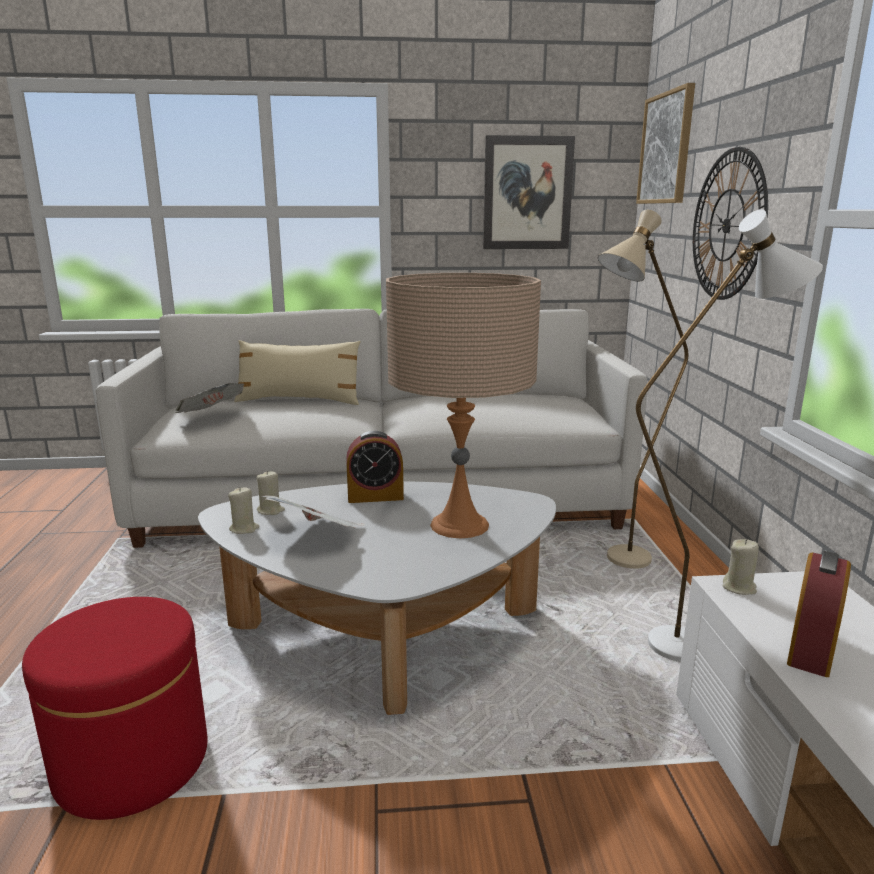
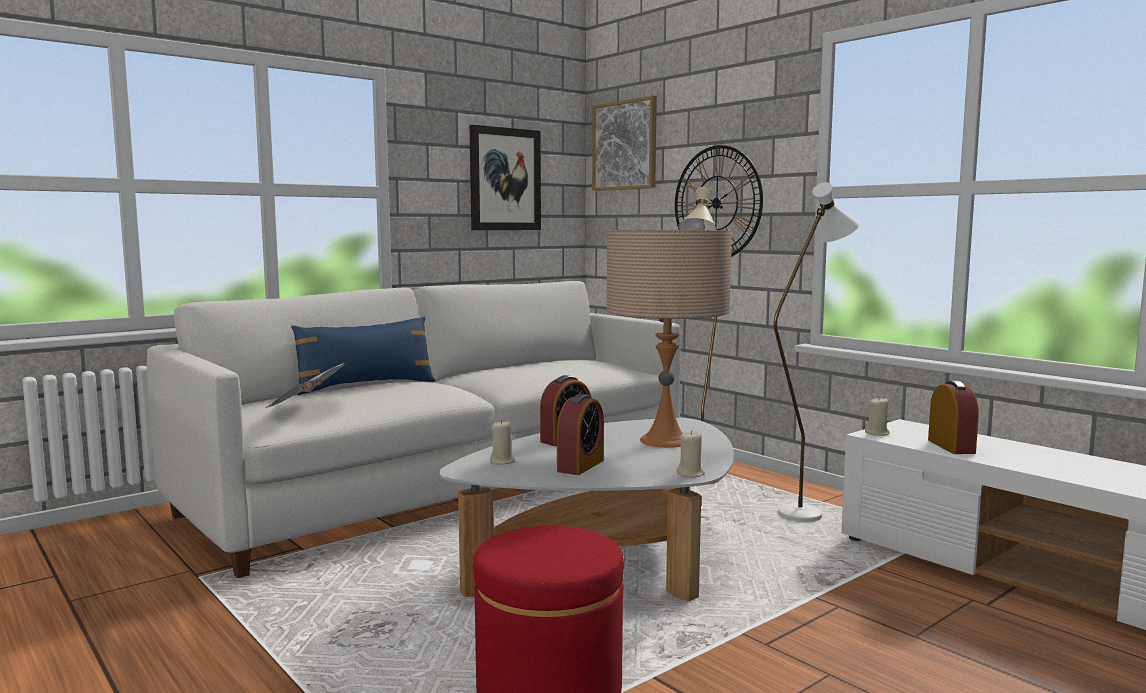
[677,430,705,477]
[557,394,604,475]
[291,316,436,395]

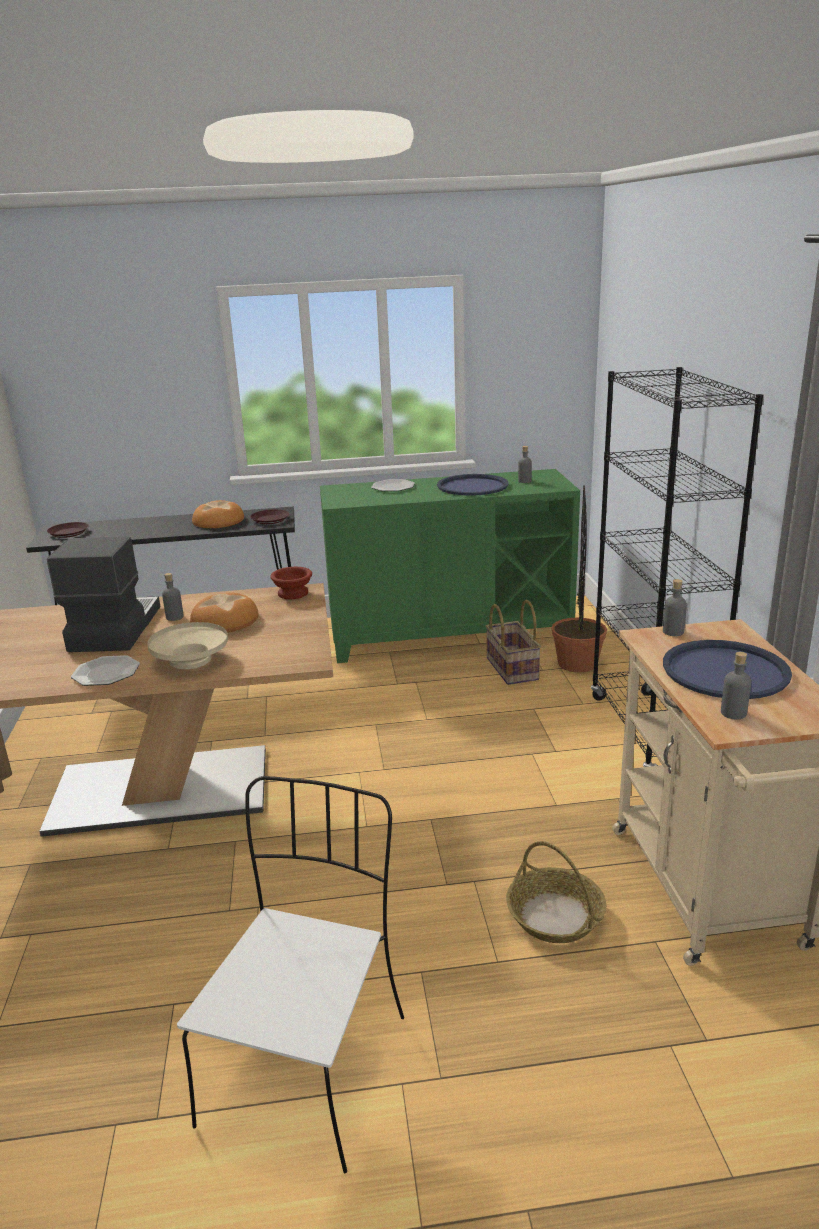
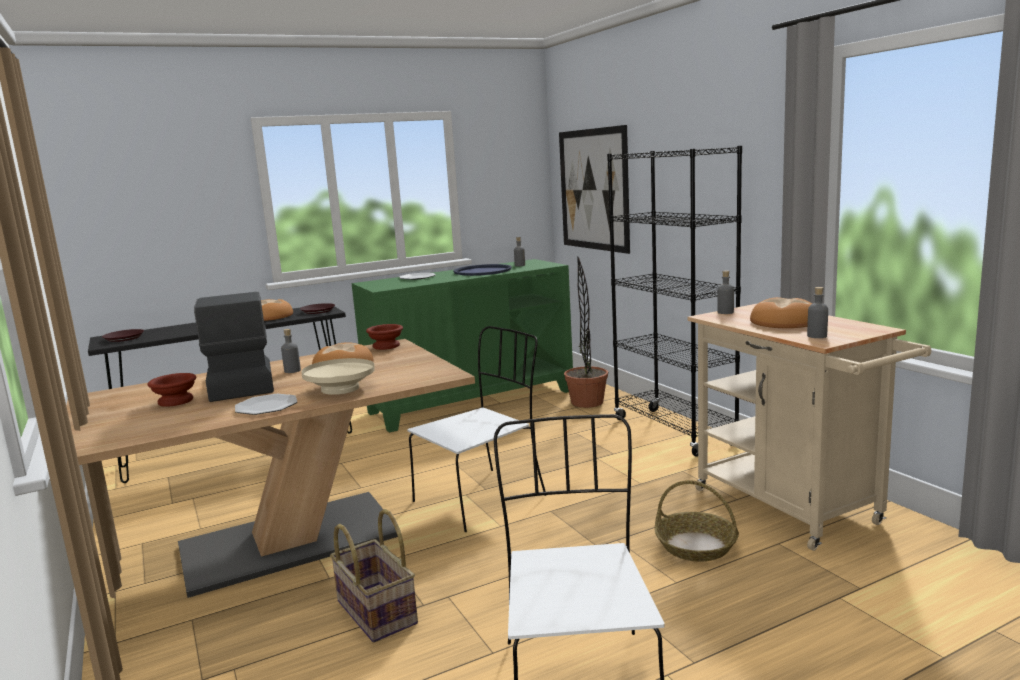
[147,373,196,407]
[407,326,546,532]
[559,125,630,254]
[330,509,418,643]
[750,297,812,328]

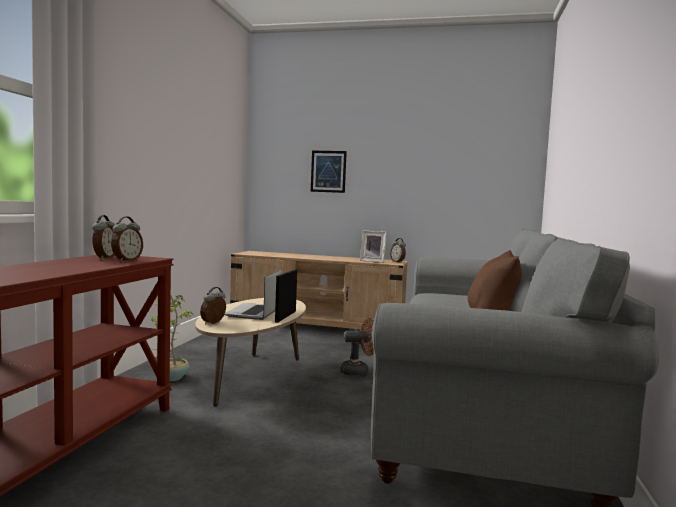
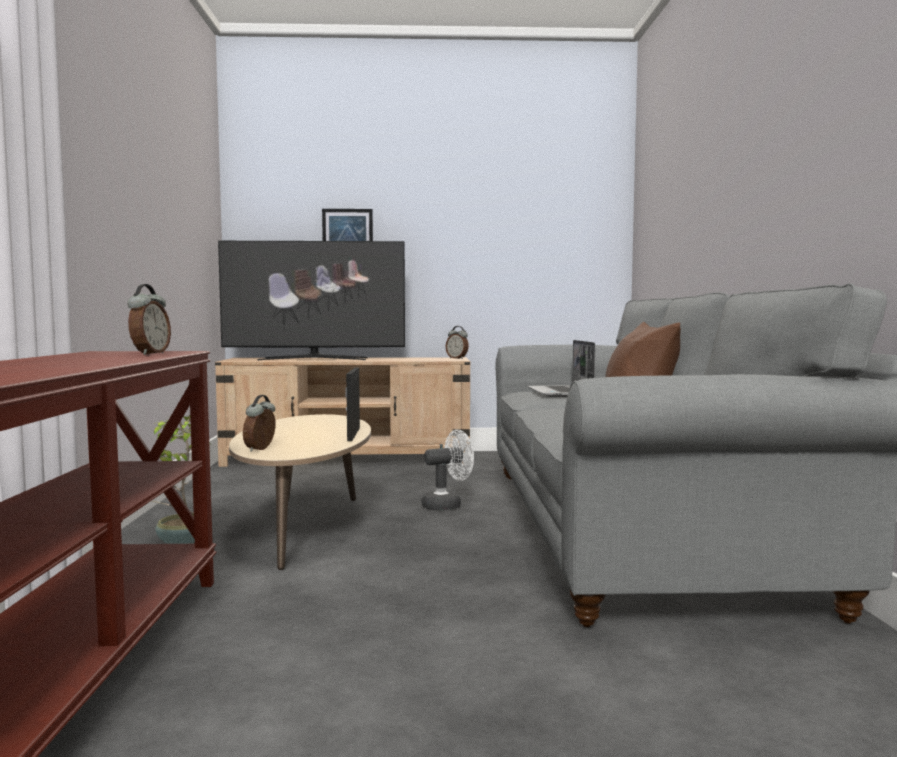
[92,215,115,259] (first image)
[360,230,387,263] (first image)
[218,241,405,360]
[527,340,595,397]
[422,430,474,510]

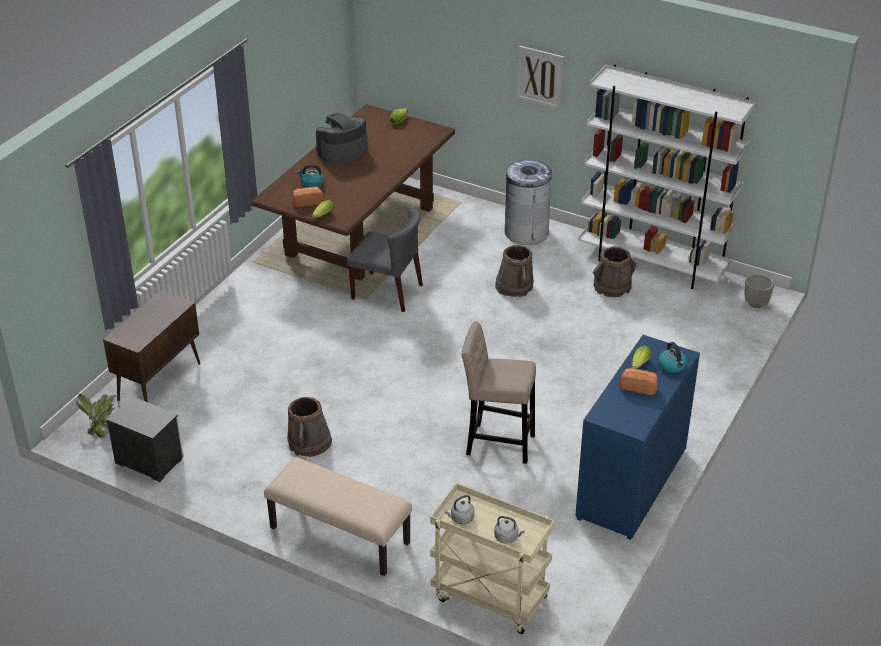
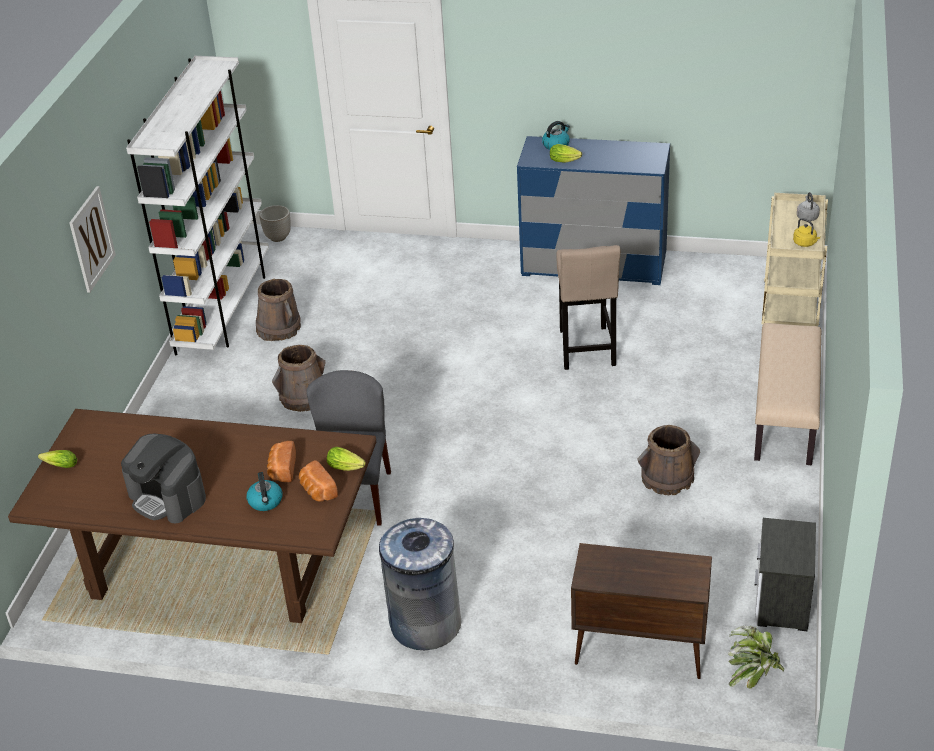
[379,518,461,650]
[267,441,296,482]
[793,218,820,247]

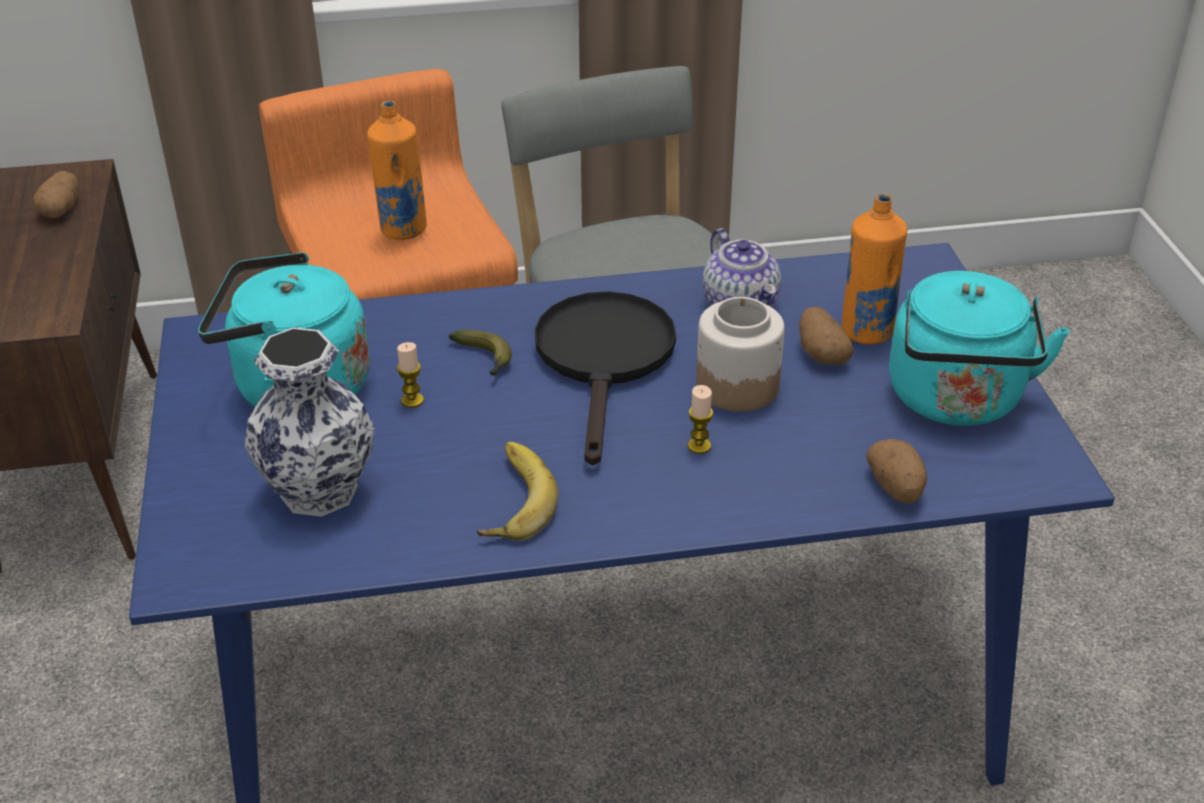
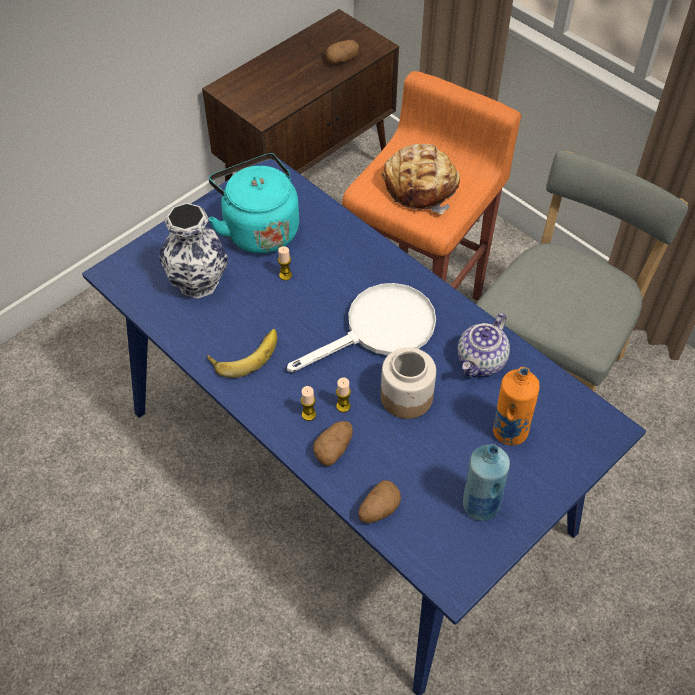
[449,330,512,377] (first image)
[301,386,316,421]
[313,421,353,466]
[382,144,460,215]
[463,444,510,521]
[287,283,436,372]

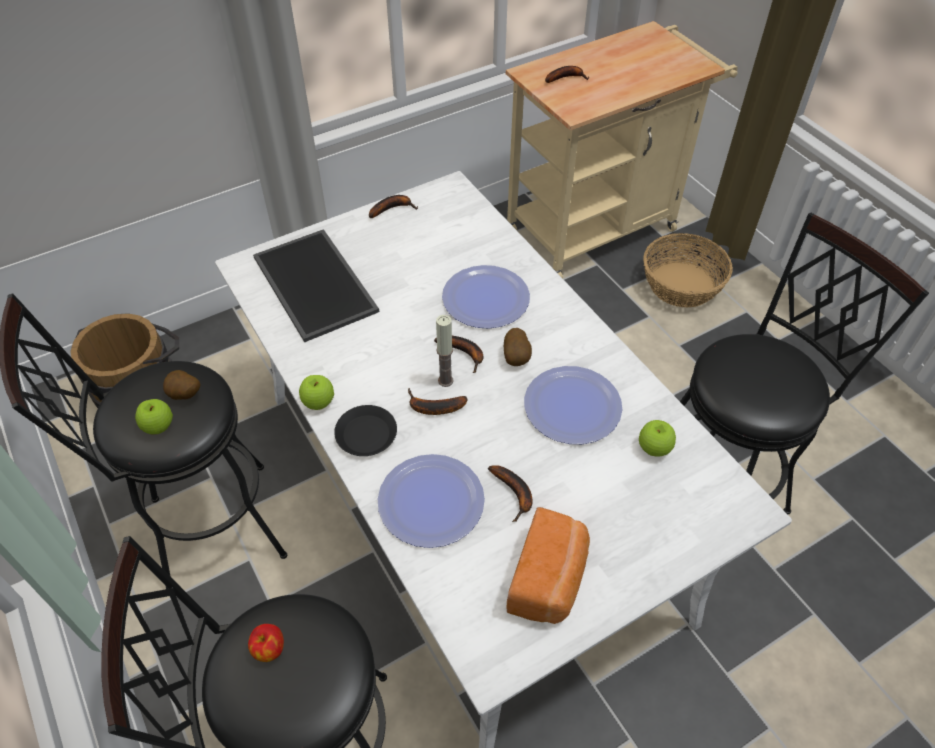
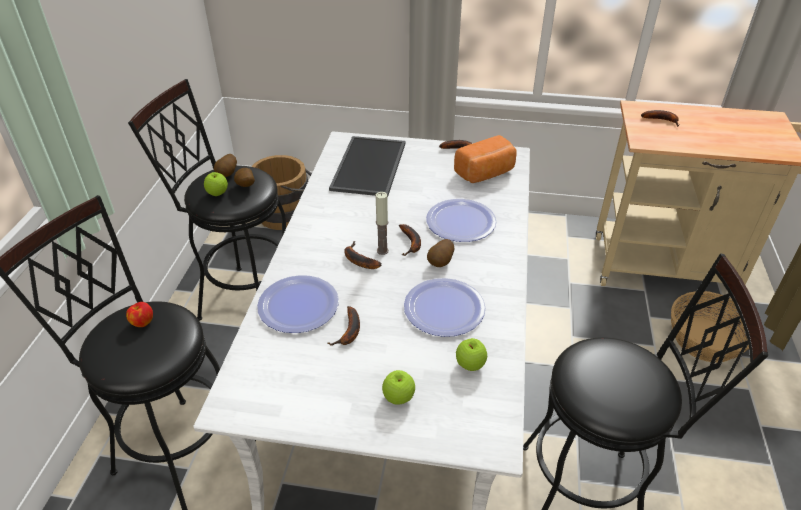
[334,405,397,456] (first image)
[214,154,237,177]
[382,370,415,405]
[454,135,517,183]

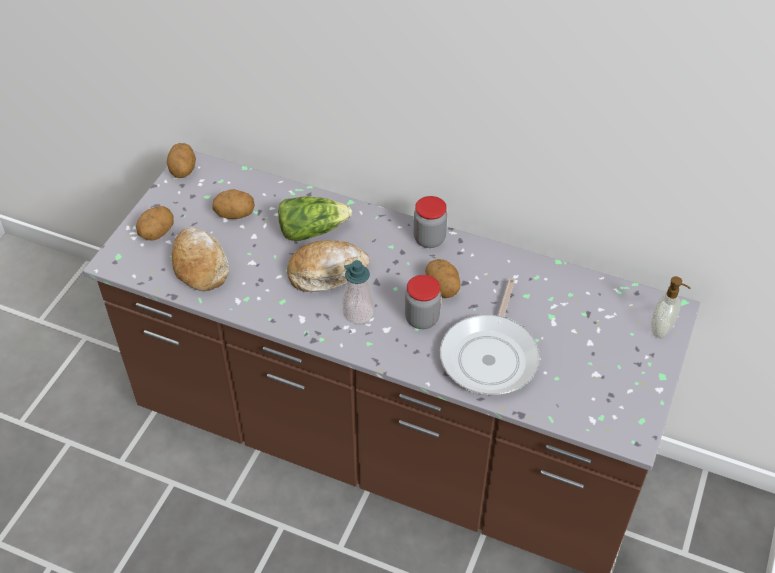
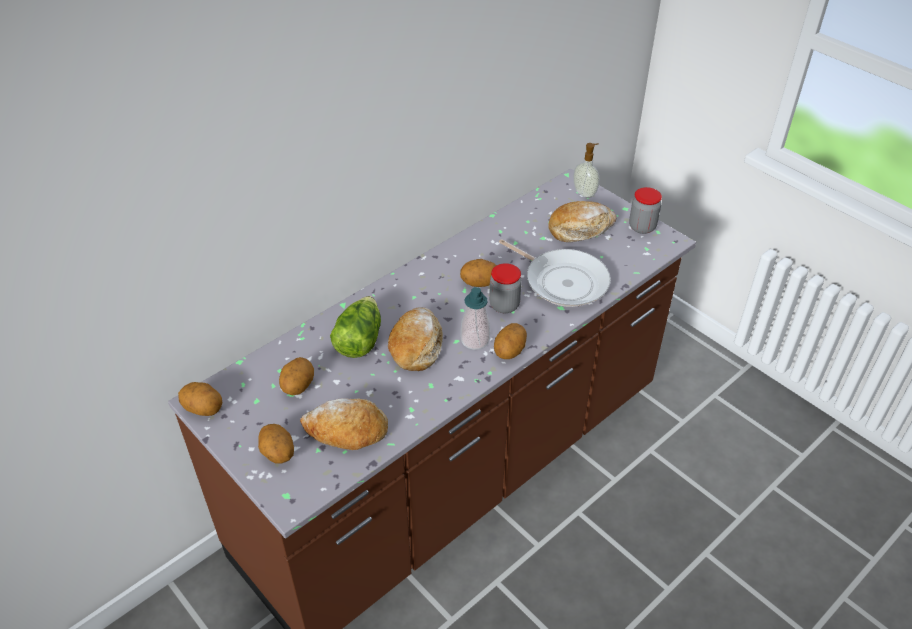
[494,323,527,359]
[548,201,616,242]
[629,187,662,234]

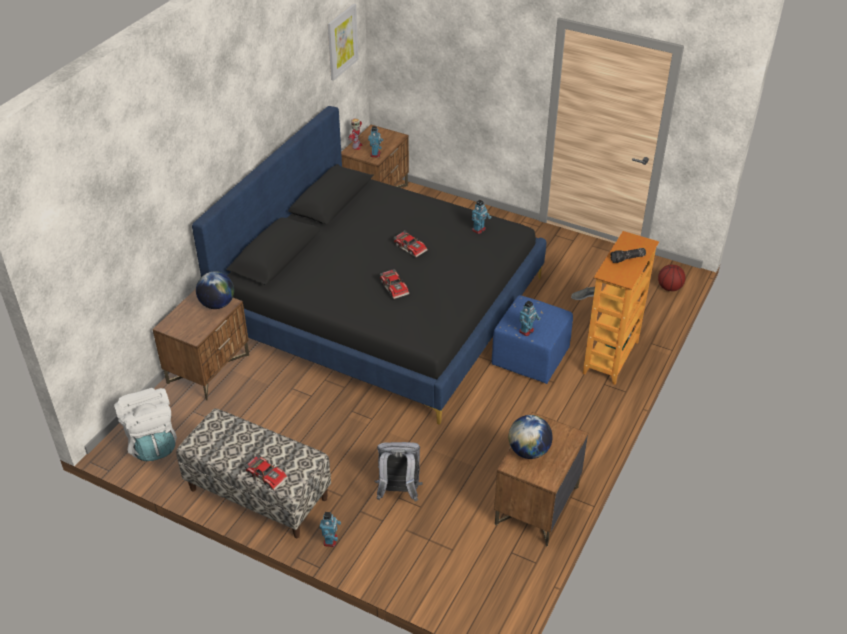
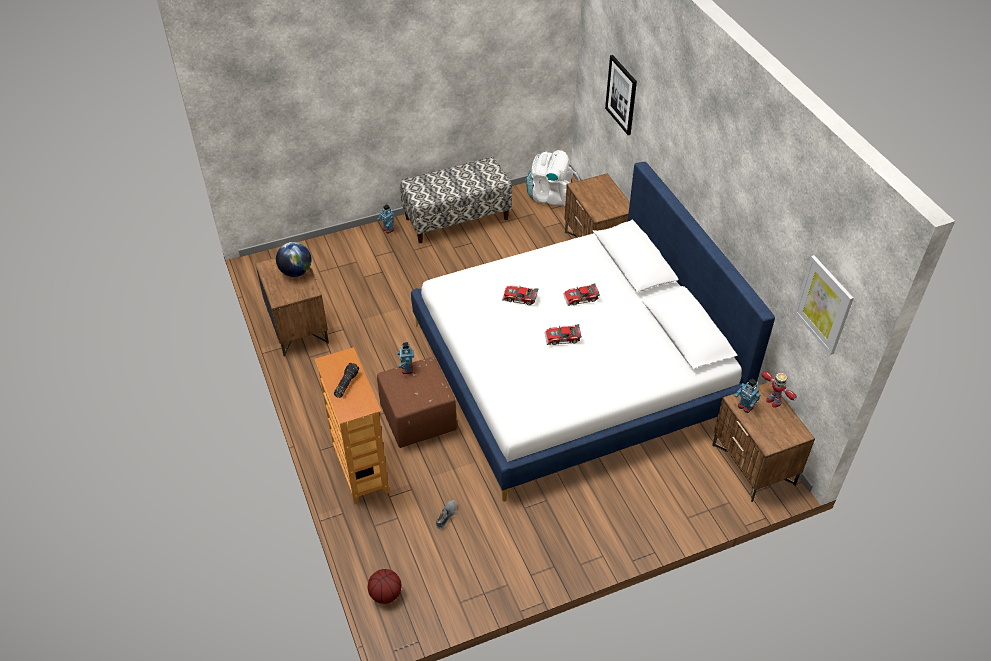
[196,271,234,309] (first image)
[375,442,422,502] (first image)
[472,200,491,234] (first image)
[605,55,637,135]
[563,284,600,306]
[411,162,775,502]
[377,357,457,448]

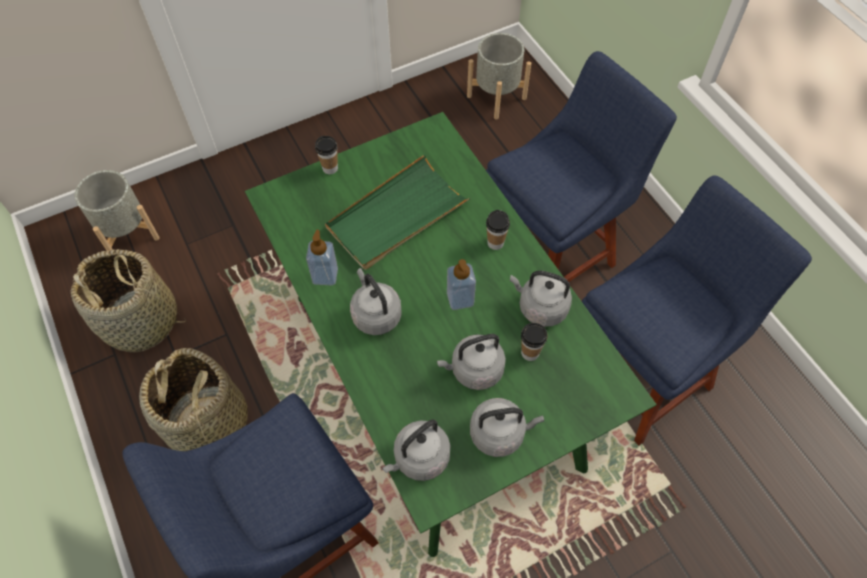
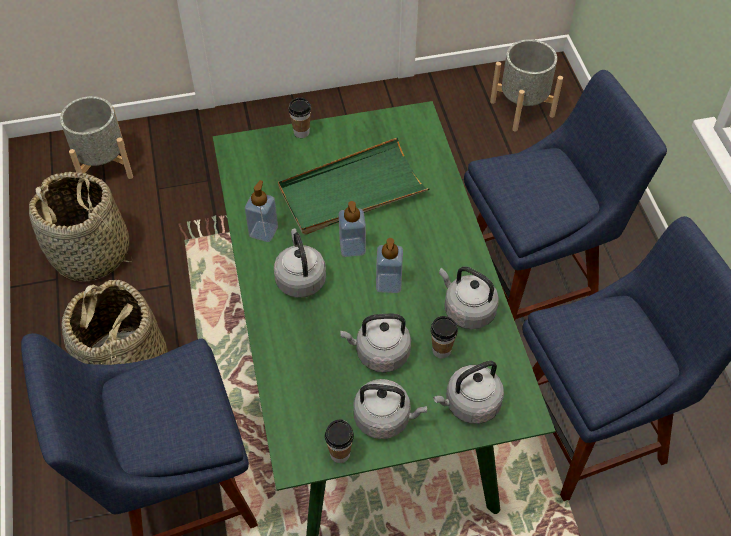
[339,201,366,257]
[433,361,504,424]
[325,419,354,463]

